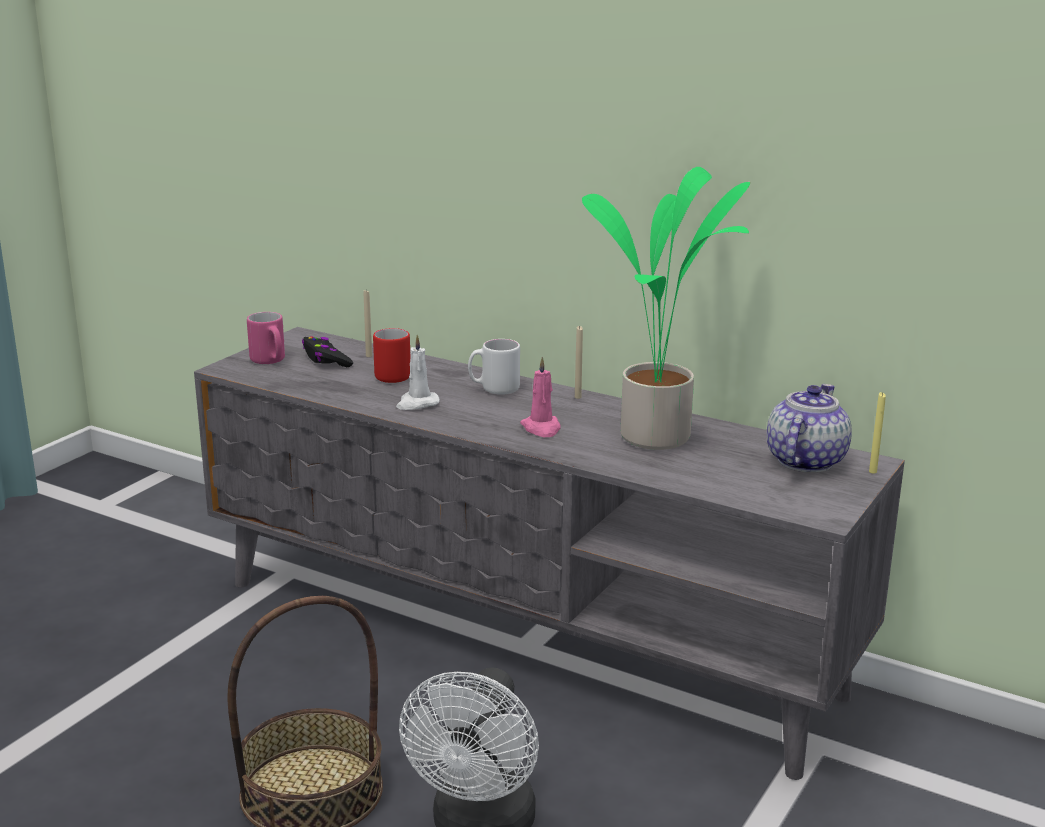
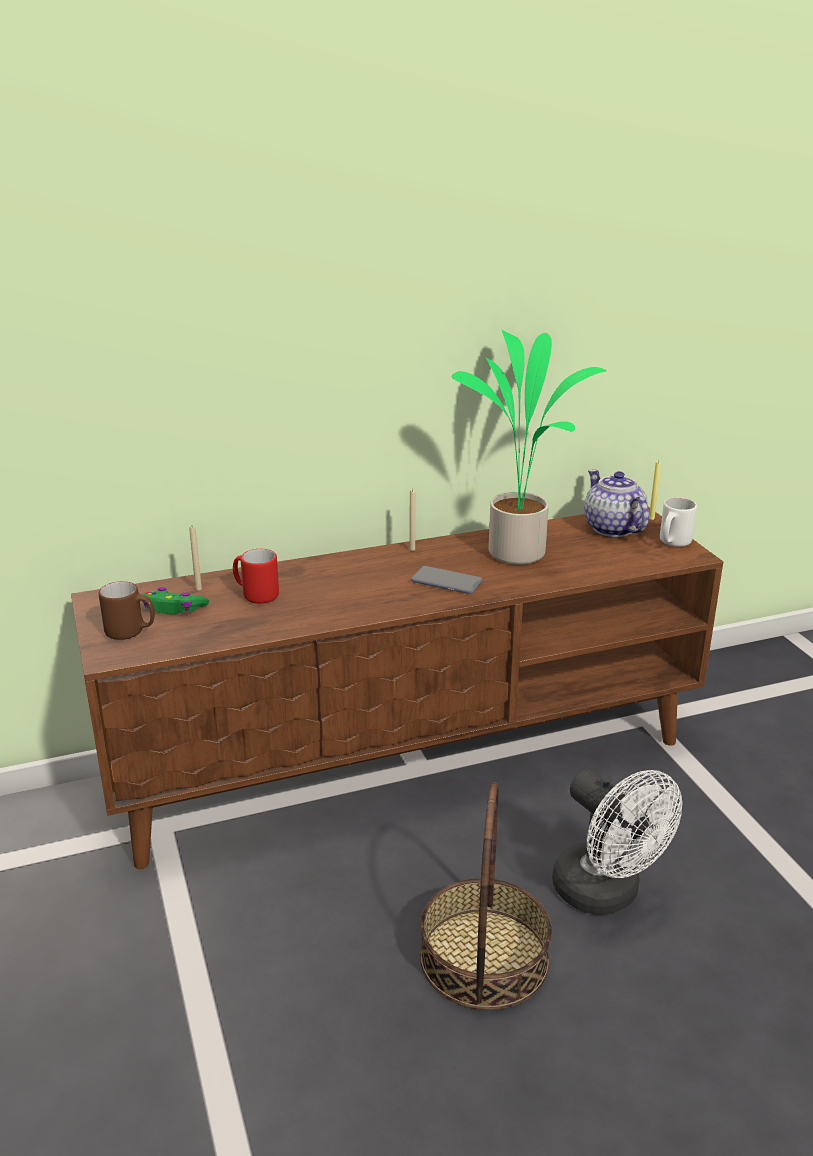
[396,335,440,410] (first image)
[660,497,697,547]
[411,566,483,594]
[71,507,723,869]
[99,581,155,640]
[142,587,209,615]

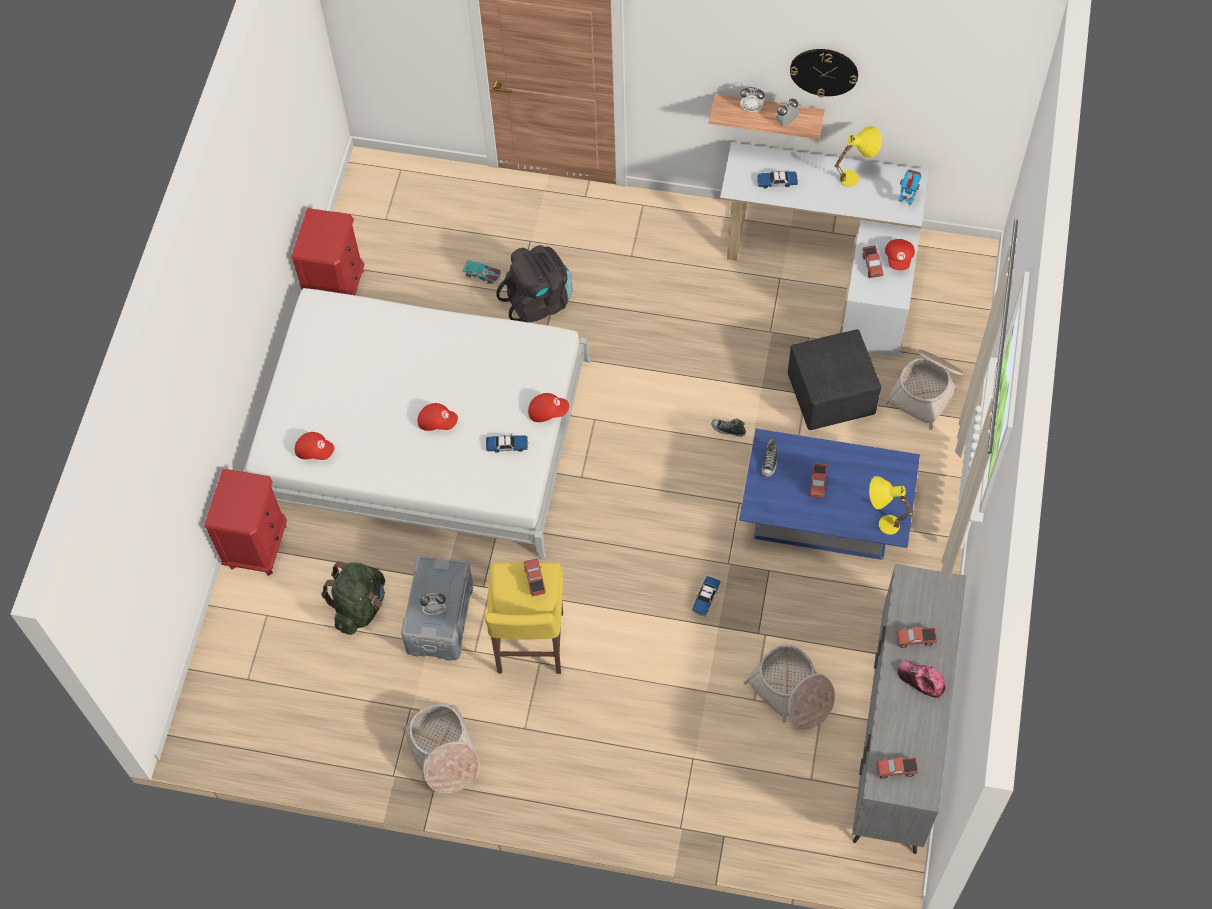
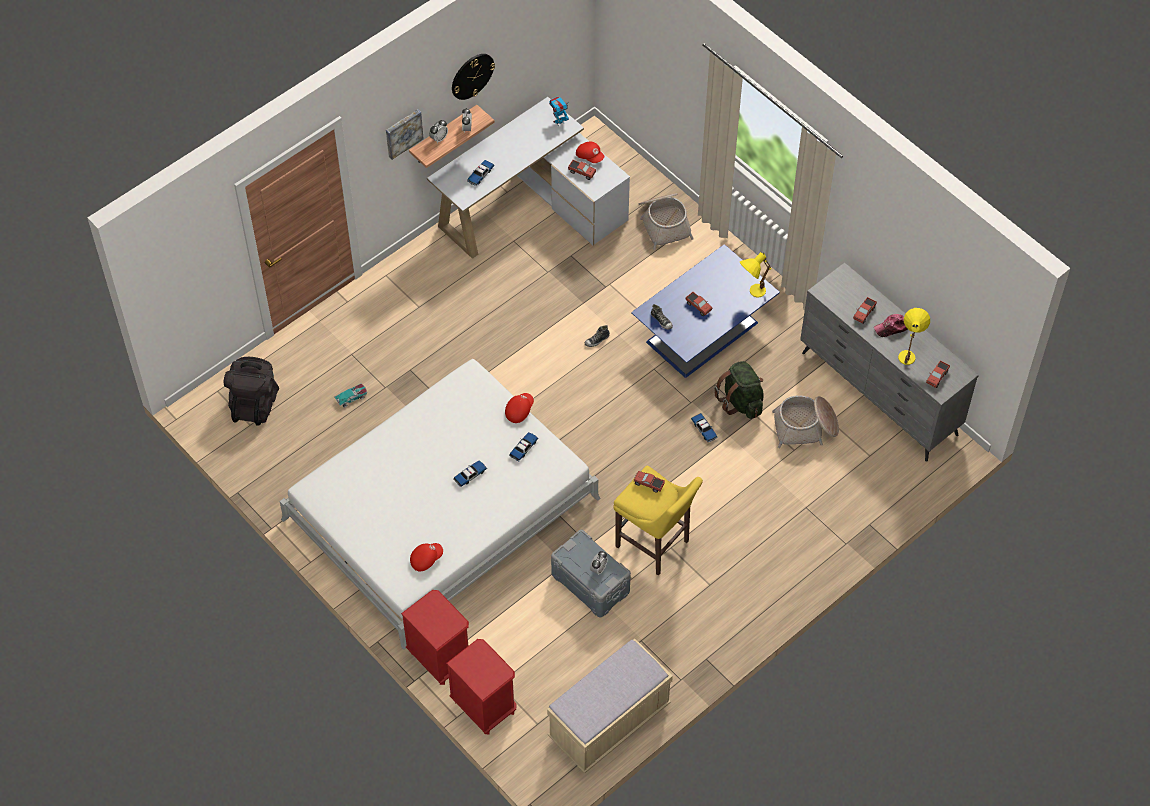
[402,704,480,793] (first image)
[788,329,881,430] (first image)
[386,109,424,160]
[547,639,673,773]
[446,639,516,734]
[714,361,764,419]
[224,357,279,426]
[898,308,930,365]
[453,460,487,487]

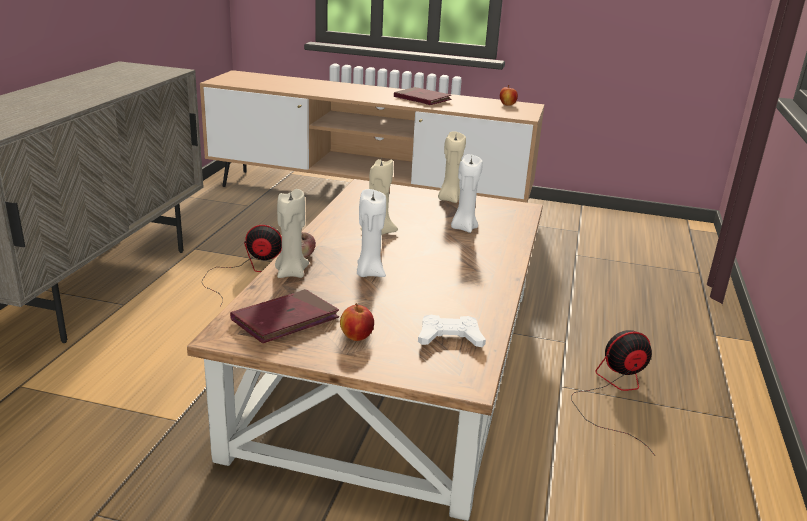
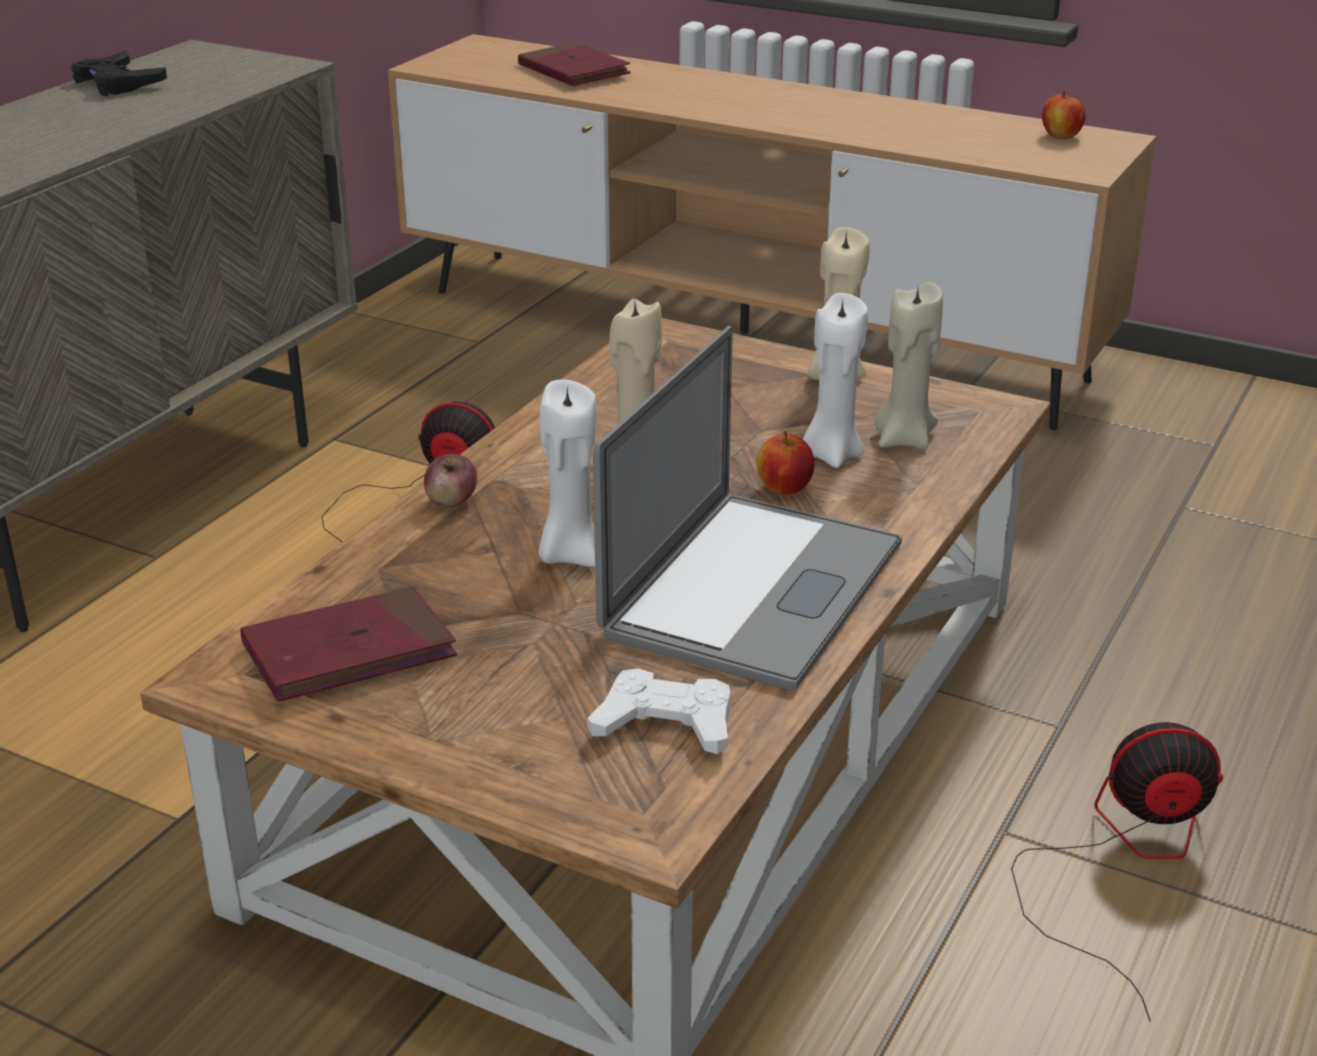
[71,51,167,96]
[593,326,902,690]
[874,282,943,449]
[756,431,815,495]
[518,42,631,86]

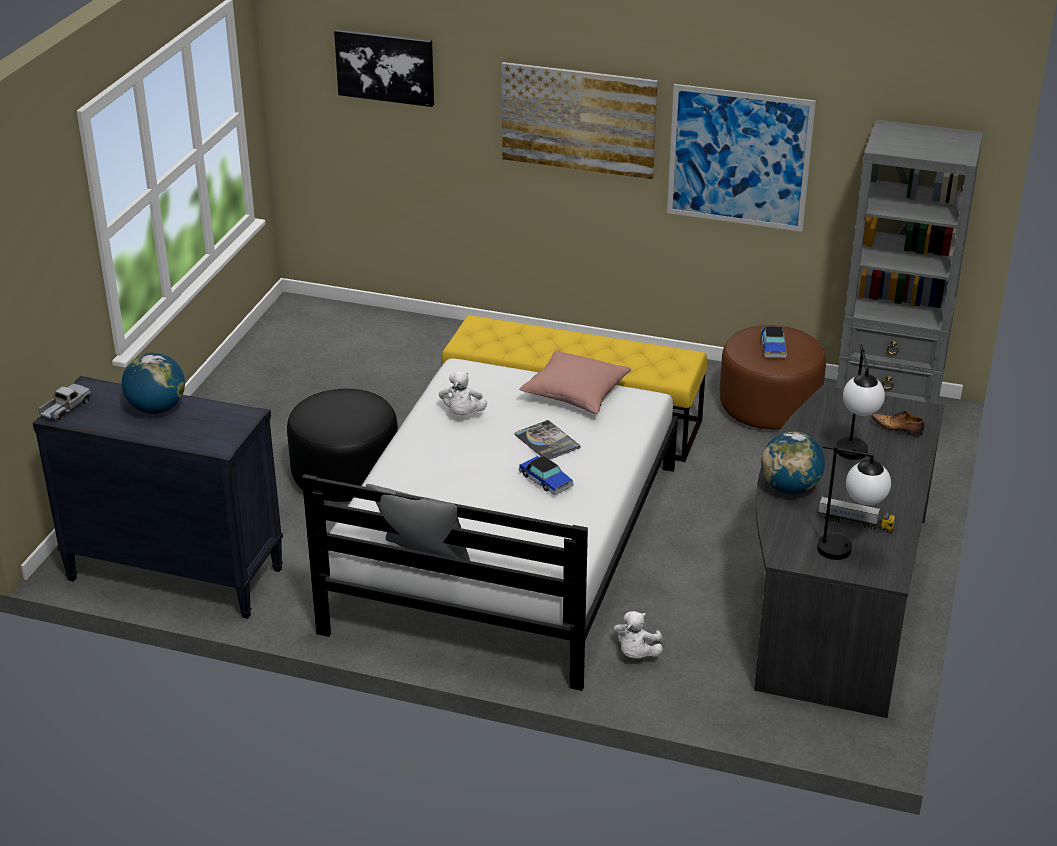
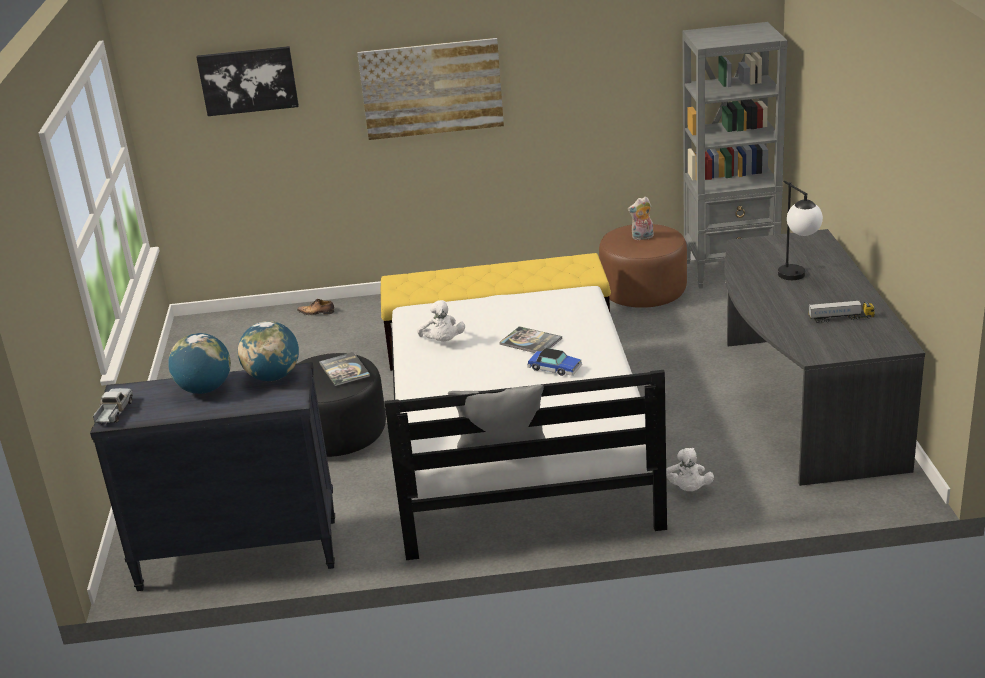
[519,350,631,414] (first image)
[667,84,816,232] (first image)
[817,445,891,560] (first image)
[319,352,370,386]
[238,321,299,381]
[297,299,334,315]
[628,196,653,240]

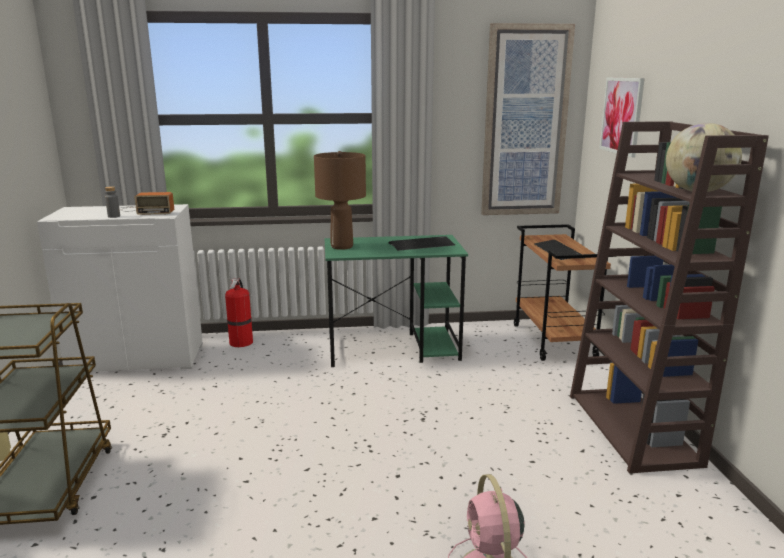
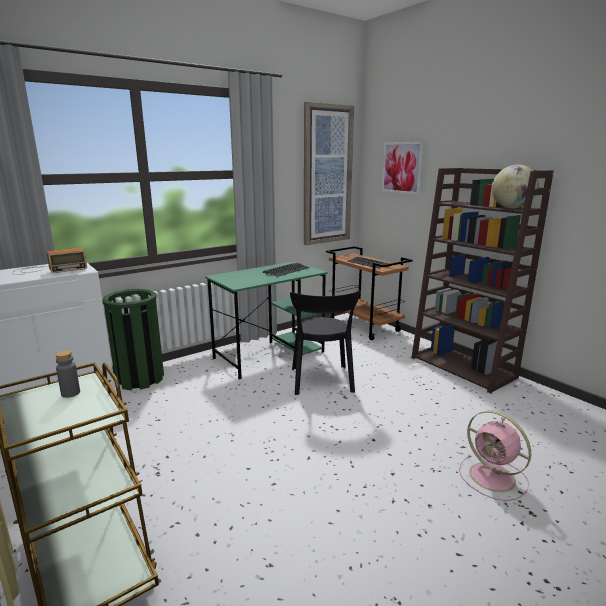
[314,151,366,250] (first image)
[290,291,361,395]
[55,350,80,398]
[102,289,164,390]

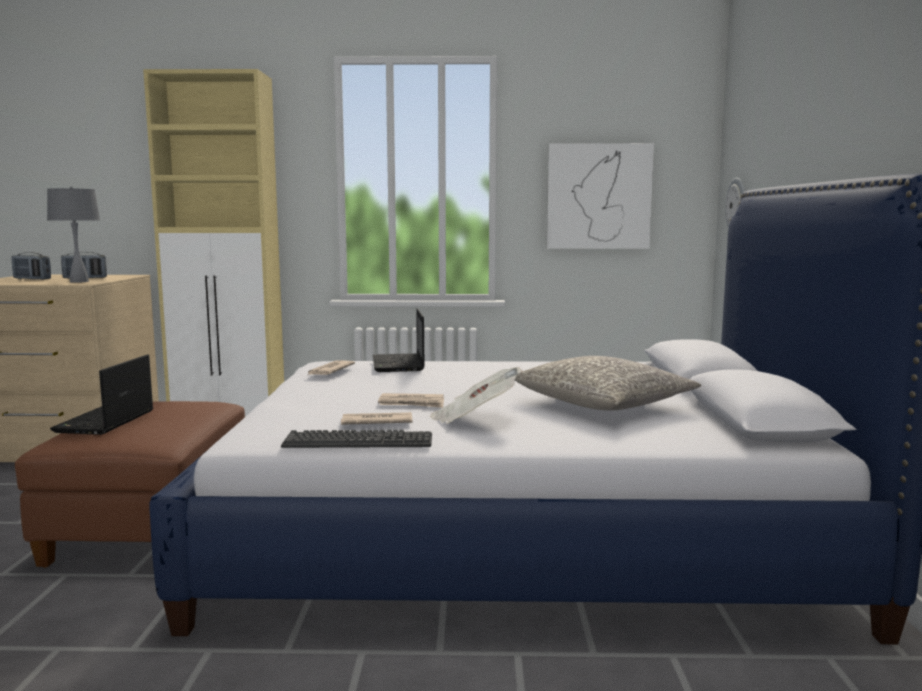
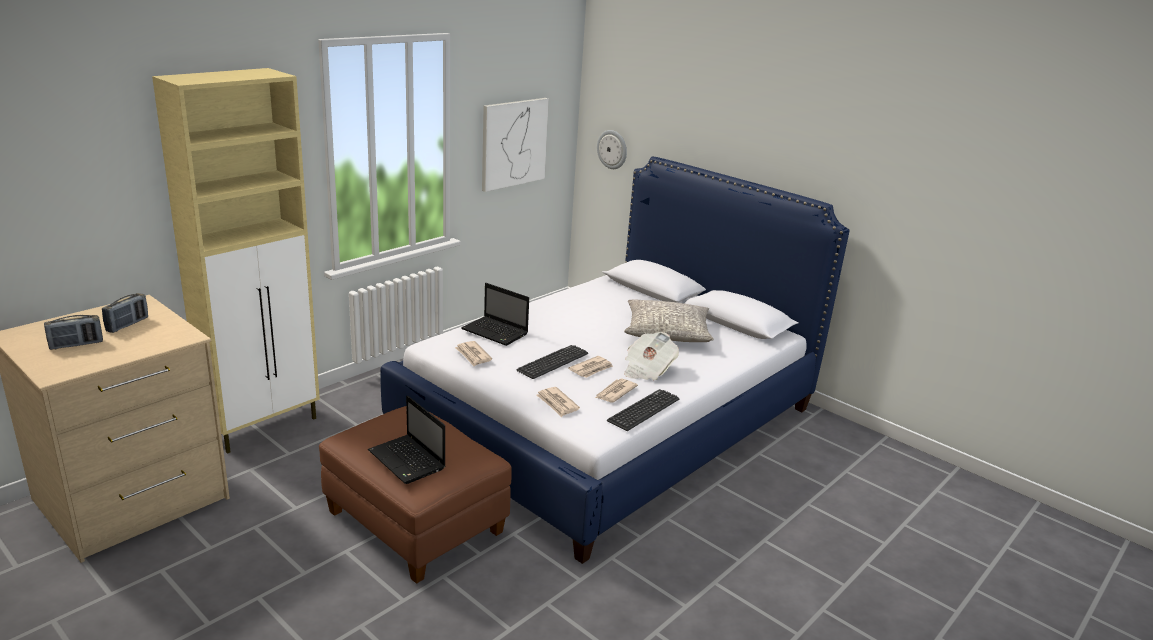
[47,187,100,283] (first image)
[516,345,588,379]
[537,387,580,417]

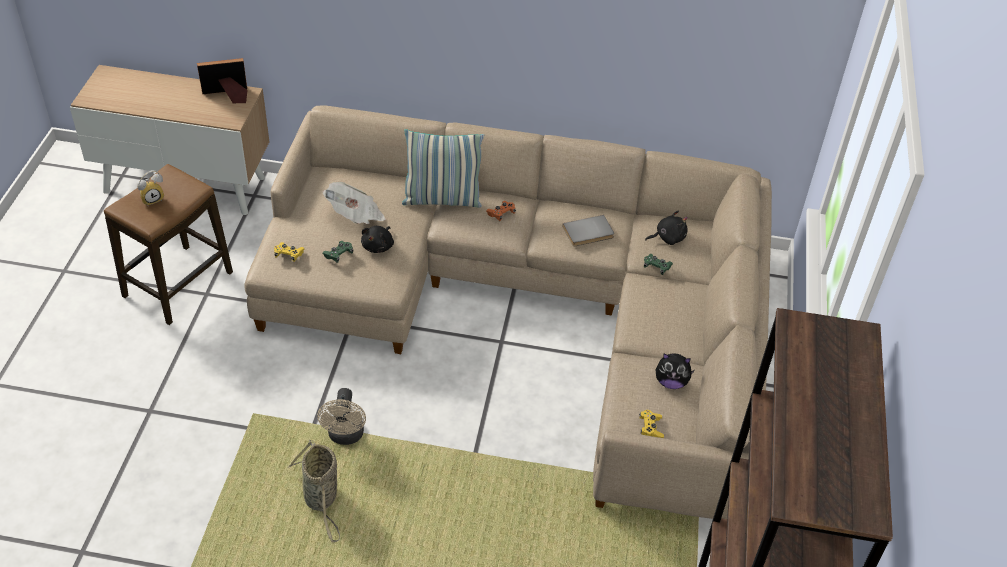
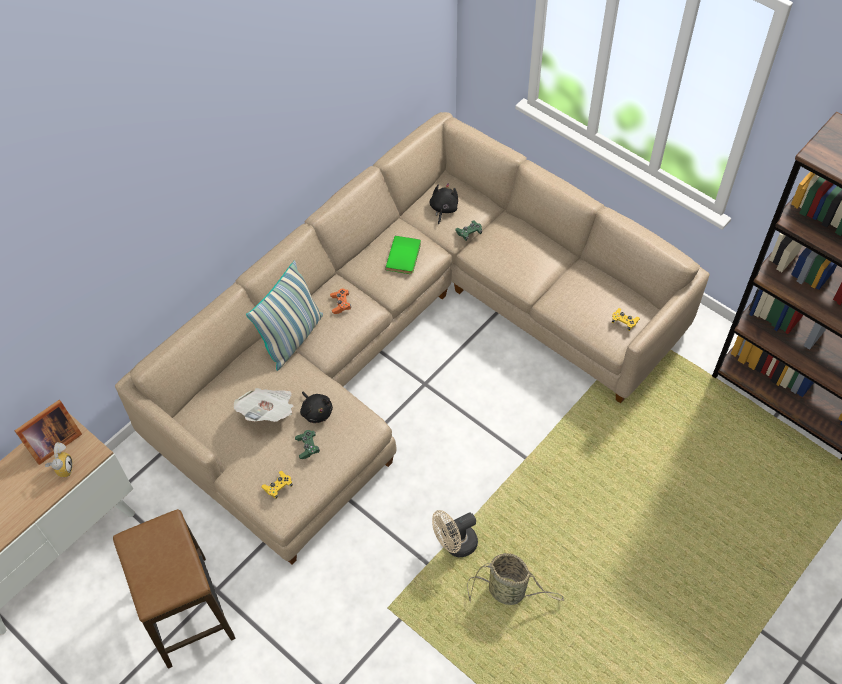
[655,353,695,389] (first image)
[45,442,73,477]
[385,236,421,274]
[15,400,82,465]
[432,510,478,557]

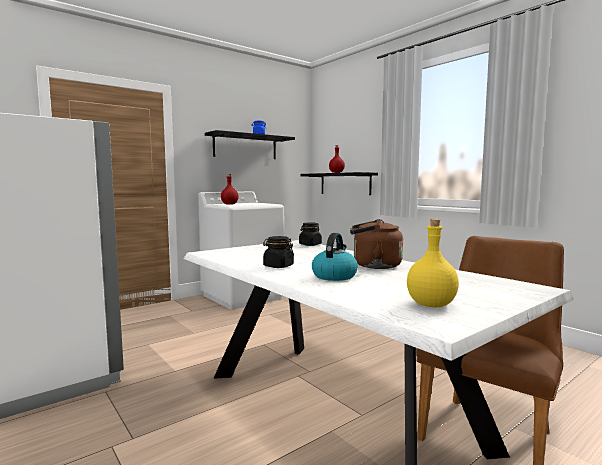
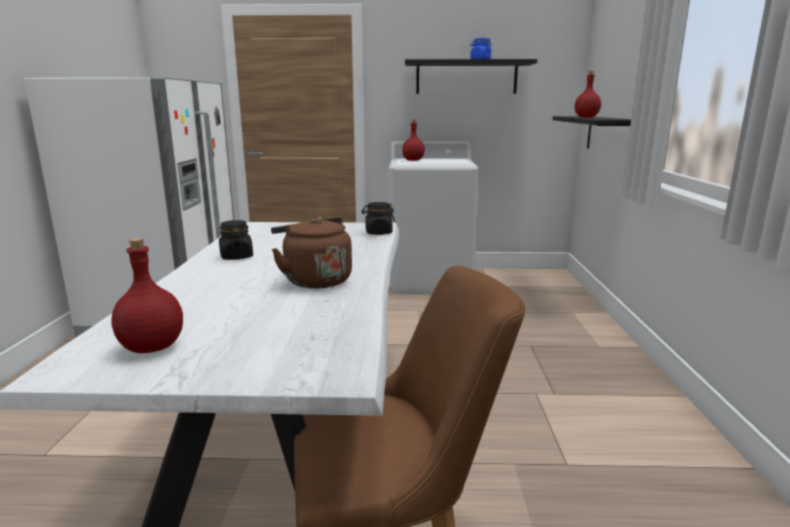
[312,233,358,281] (first image)
[111,238,183,353]

